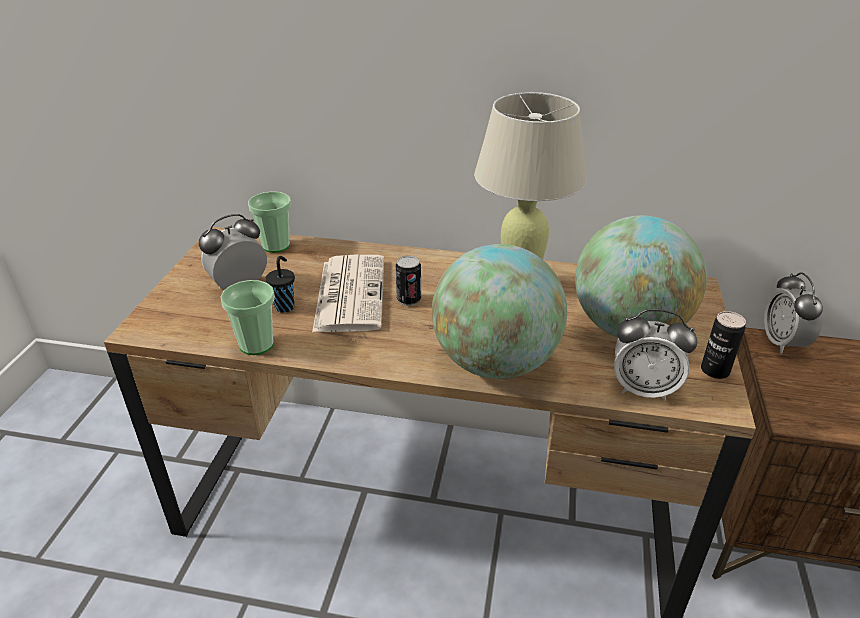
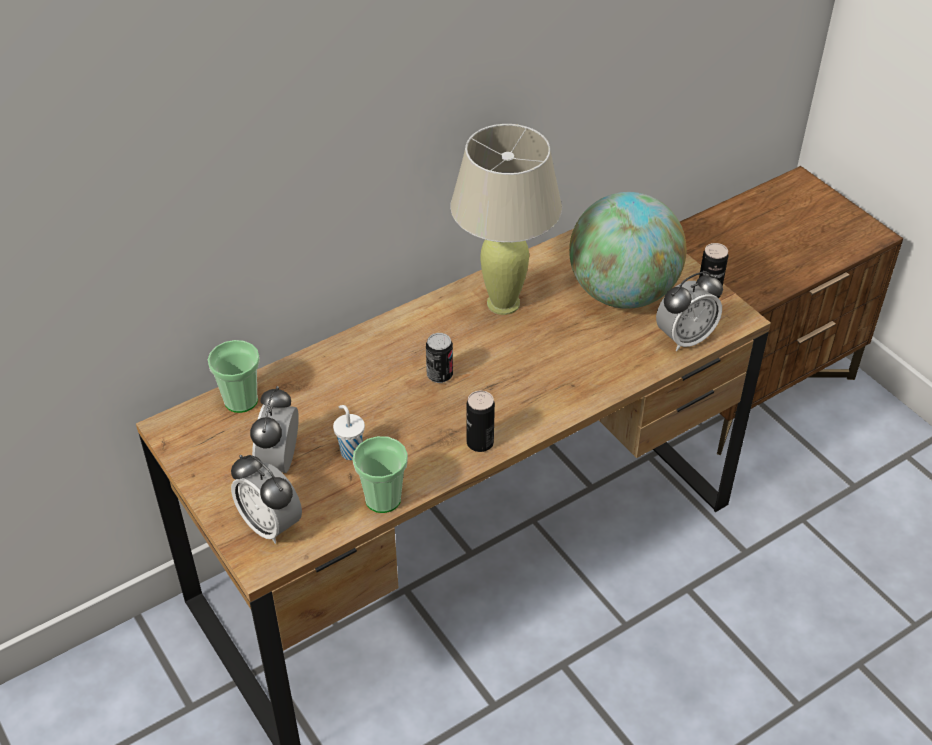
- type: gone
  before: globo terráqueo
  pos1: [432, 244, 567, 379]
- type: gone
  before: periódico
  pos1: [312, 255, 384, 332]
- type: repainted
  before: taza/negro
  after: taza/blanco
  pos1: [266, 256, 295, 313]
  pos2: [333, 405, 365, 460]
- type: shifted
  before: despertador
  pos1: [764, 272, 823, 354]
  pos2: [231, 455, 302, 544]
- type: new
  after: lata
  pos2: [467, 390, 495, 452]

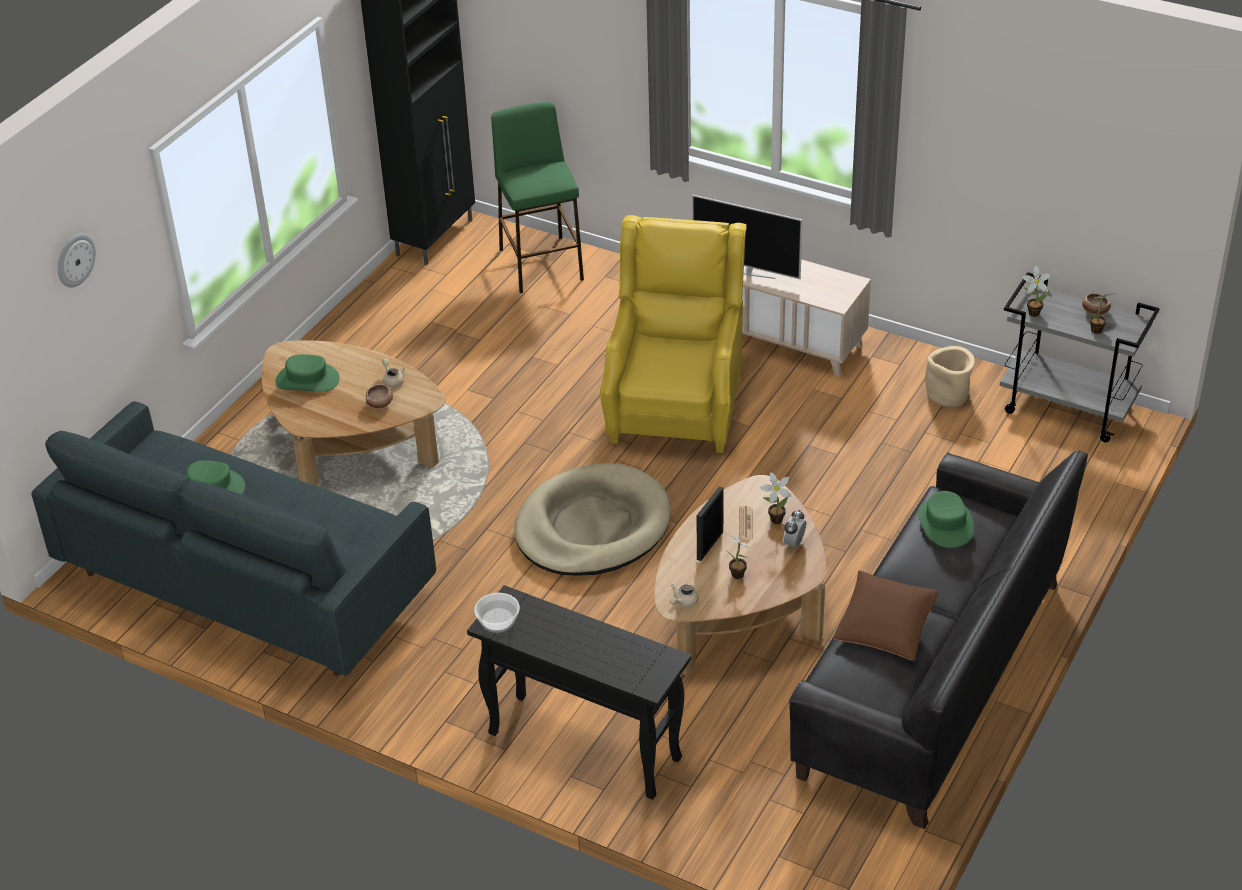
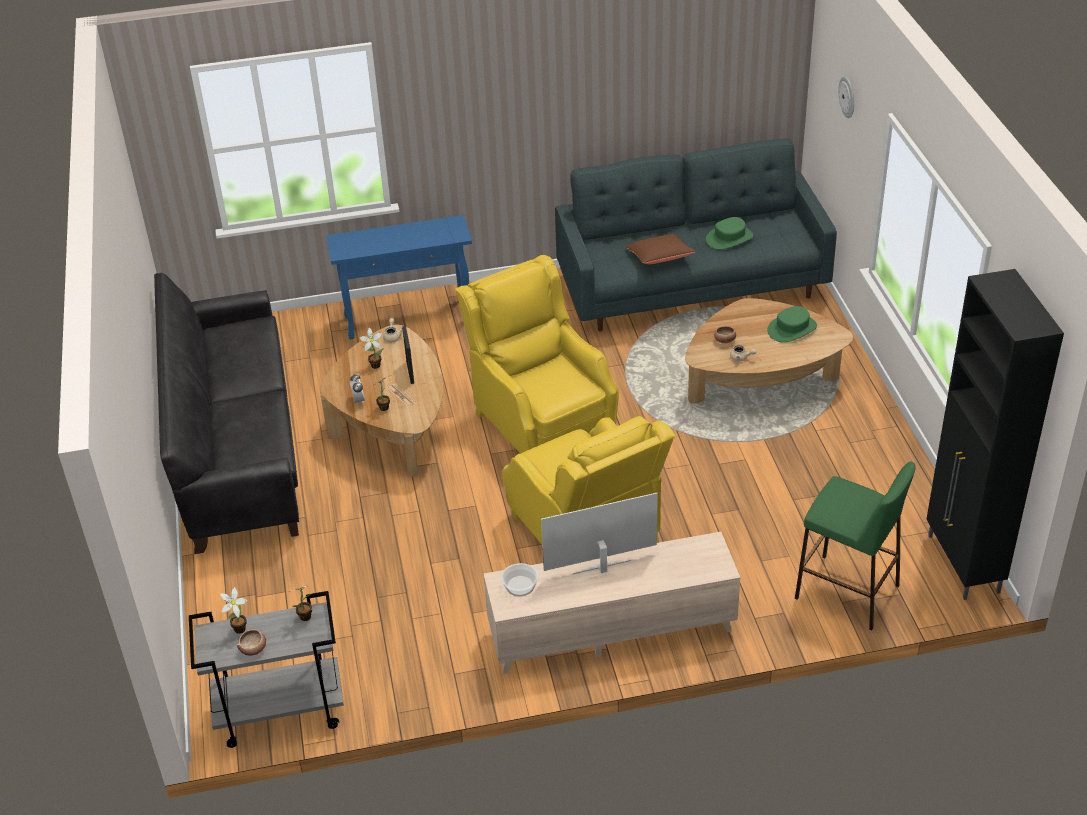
- type: gone
  before: maceta/beis
  pos1: [925, 346, 975, 407]
- type: swapped
  before: cama para perro/beis
  after: sillón/amarillo
  pos1: [514, 463, 671, 576]
  pos2: [455, 255, 619, 454]
- type: gone
  before: sombrero/verde
  pos1: [918, 491, 974, 548]
- type: shifted
  before: cojín/marrón
  pos1: [833, 571, 938, 661]
  pos2: [625, 234, 696, 264]
- type: repainted
  before: mesa consola/negro
  after: mesa consola/azul
  pos1: [467, 585, 691, 800]
  pos2: [326, 215, 472, 339]
- type: shifted
  before: cuenco
  pos1: [474, 593, 520, 633]
  pos2: [501, 563, 538, 597]

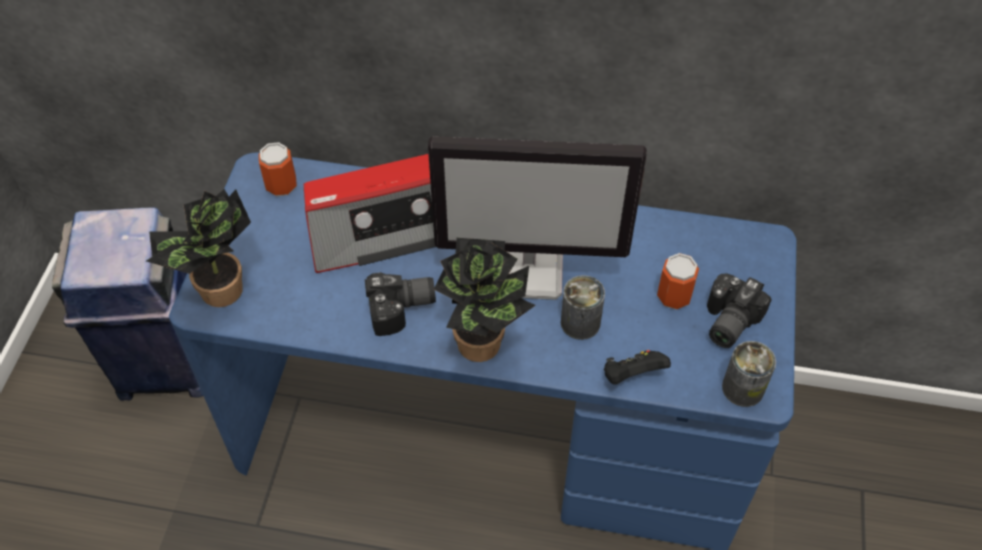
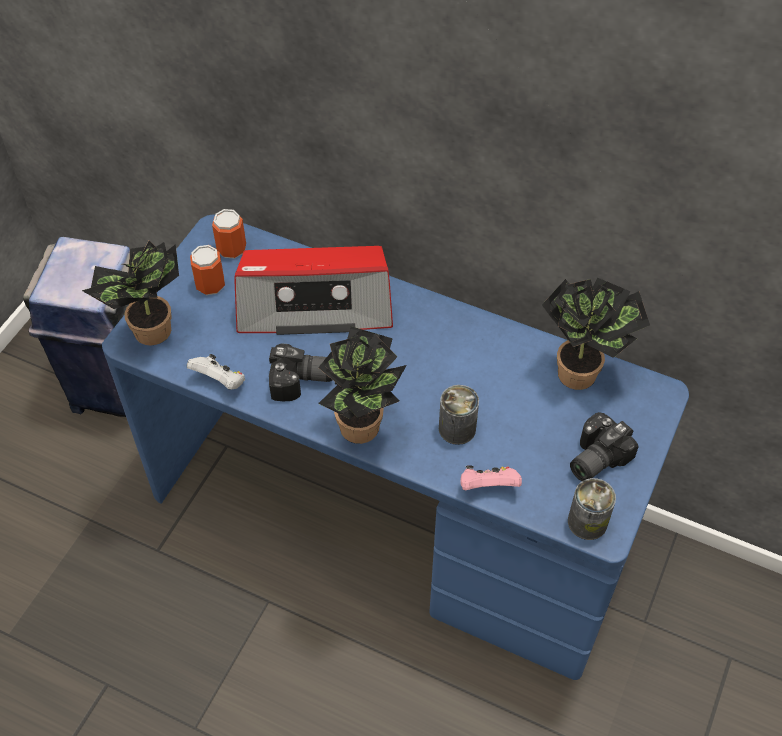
- type: gone
  before: monitor
  pos1: [428, 136, 647, 300]
- type: shifted
  before: lata
  pos1: [657, 253, 699, 310]
  pos2: [190, 245, 225, 295]
- type: repainted
  before: mando de consola/negro
  after: mando de consola/rosa
  pos1: [604, 350, 671, 385]
  pos2: [460, 465, 522, 490]
- type: new
  after: planta en maceta
  pos2: [542, 278, 650, 390]
- type: new
  after: mando de consola/blanco
  pos2: [187, 354, 245, 390]

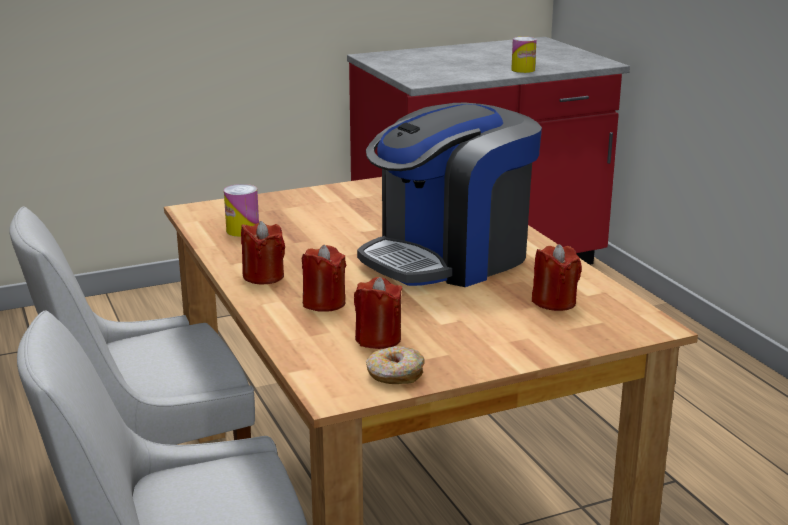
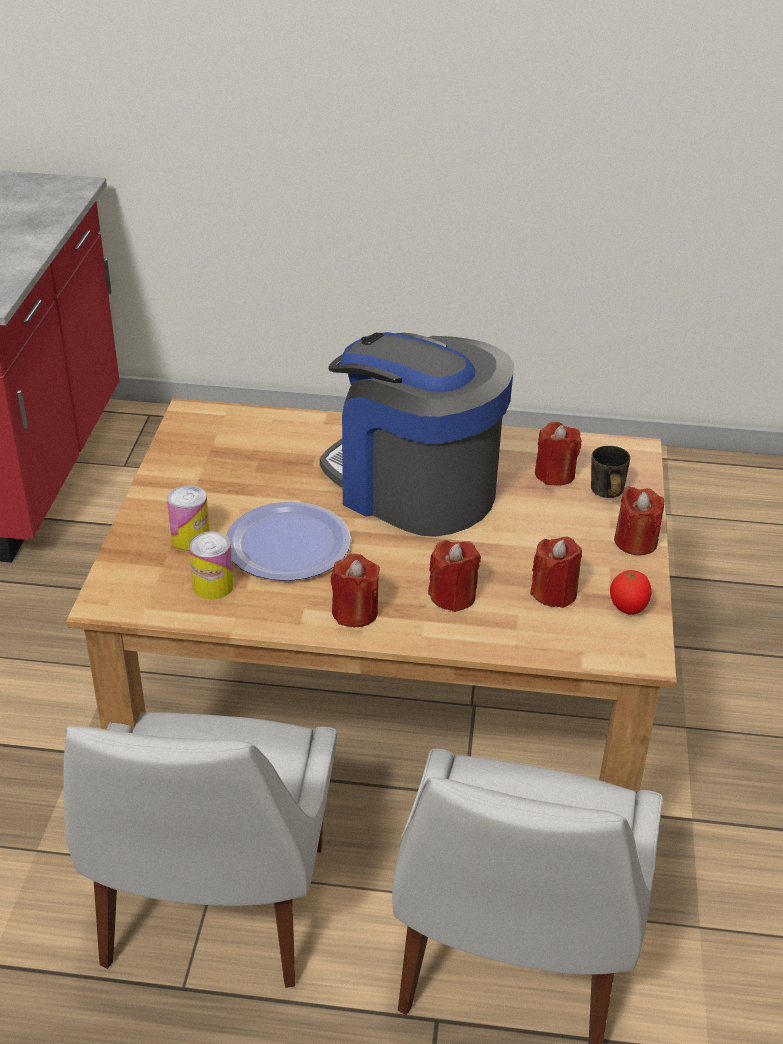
- type: shifted
  before: lata
  pos1: [511, 37, 537, 73]
  pos2: [167, 485, 210, 550]
- type: rotated
  before: cafetera
  pos1: [357, 103, 542, 287]
  pos2: [320, 332, 514, 537]
  turn: 135
- type: swapped
  before: rosquilla
  after: tomate
  pos1: [366, 346, 425, 384]
  pos2: [610, 570, 652, 615]
- type: new
  after: taza grande/gris
  pos2: [591, 446, 630, 498]
- type: new
  after: vela/rojo
  pos2: [614, 487, 664, 556]
- type: new
  after: plato
  pos2: [226, 502, 351, 581]

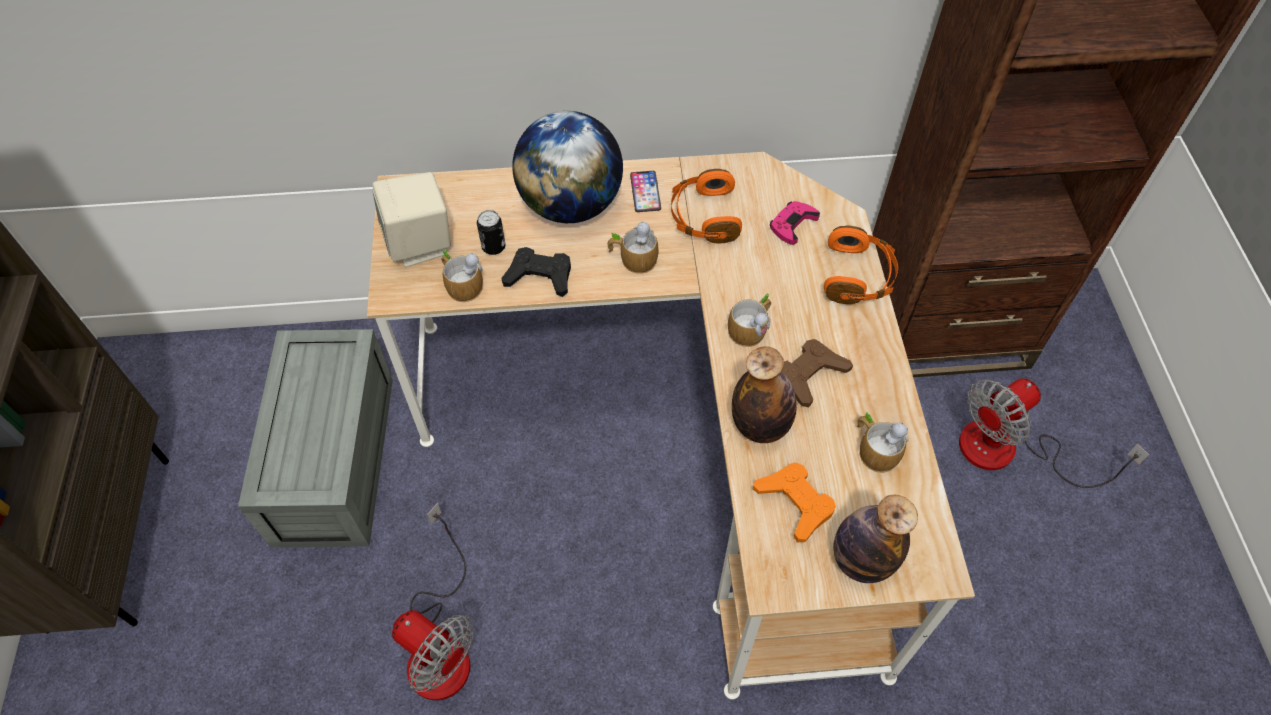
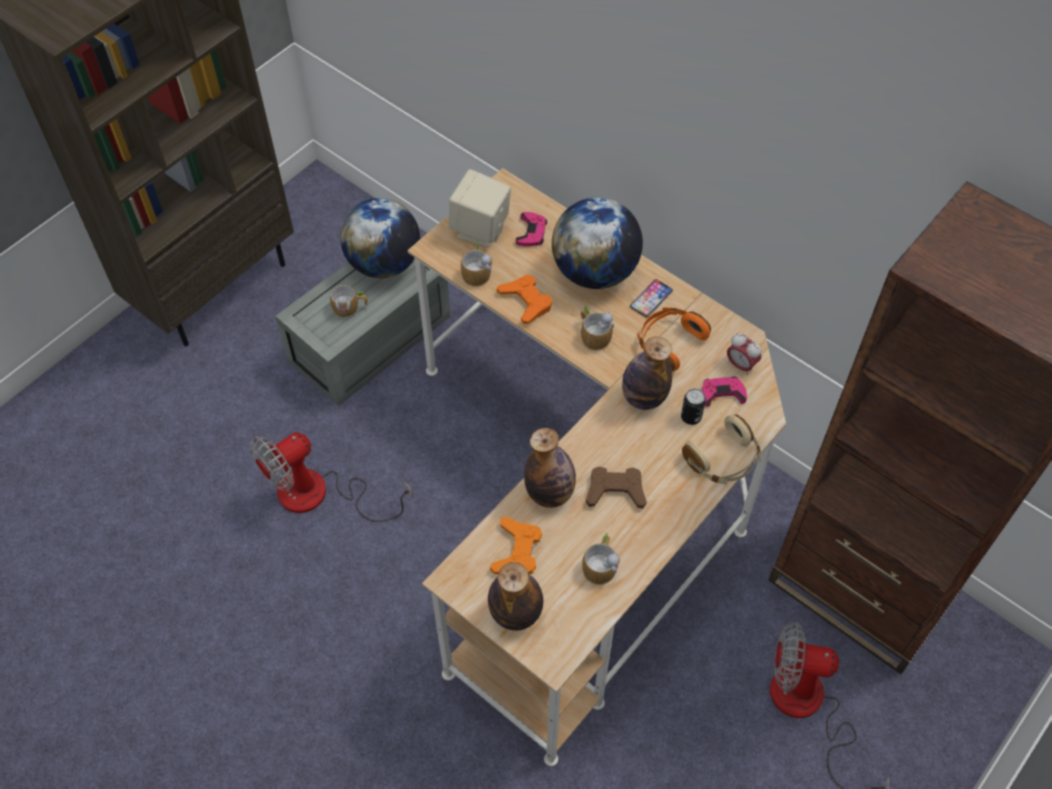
- type: shifted
  before: lata
  pos1: [477, 210, 505, 255]
  pos2: [681, 388, 706, 425]
- type: repainted
  before: auriculares/naranja
  after: auriculares/beis
  pos1: [824, 225, 898, 304]
  pos2: [682, 414, 761, 485]
- type: repainted
  before: mando de consola/negro
  after: mando de consola/naranja
  pos1: [501, 247, 571, 297]
  pos2: [497, 275, 552, 324]
- type: shifted
  before: taza grande
  pos1: [728, 293, 771, 347]
  pos2: [330, 285, 368, 317]
- type: rotated
  before: ventilador
  pos1: [392, 503, 474, 701]
  pos2: [250, 432, 413, 522]
  turn: 60
- type: new
  after: globo terráqueo
  pos2: [340, 198, 420, 278]
- type: new
  after: mando de consola/rosa
  pos2: [516, 212, 547, 247]
- type: new
  after: despertador
  pos2: [727, 333, 761, 375]
- type: new
  after: botella
  pos2: [622, 336, 672, 410]

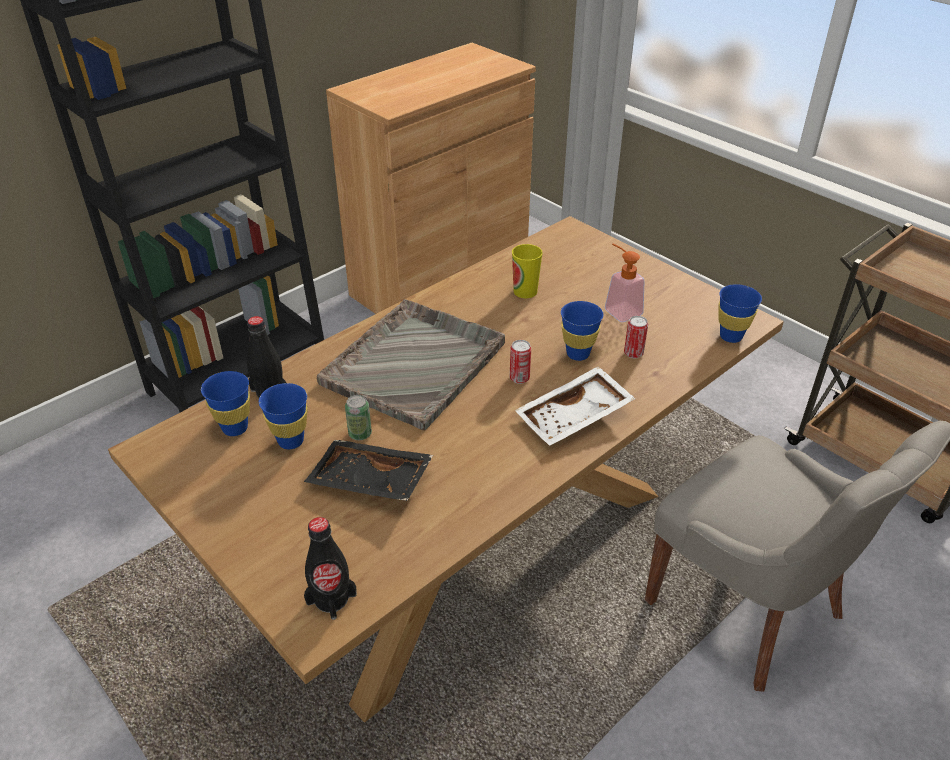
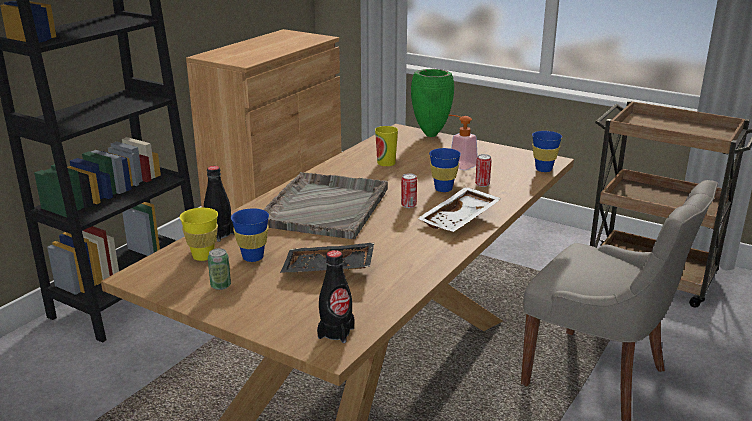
- type: repainted
  before: taza/azul
  after: taza/amarillo
  pos1: [201, 371, 250, 436]
  pos2: [180, 208, 218, 261]
- type: shifted
  before: lata
  pos1: [345, 395, 372, 440]
  pos2: [208, 248, 231, 290]
- type: new
  after: florero/verde
  pos2: [411, 69, 454, 137]

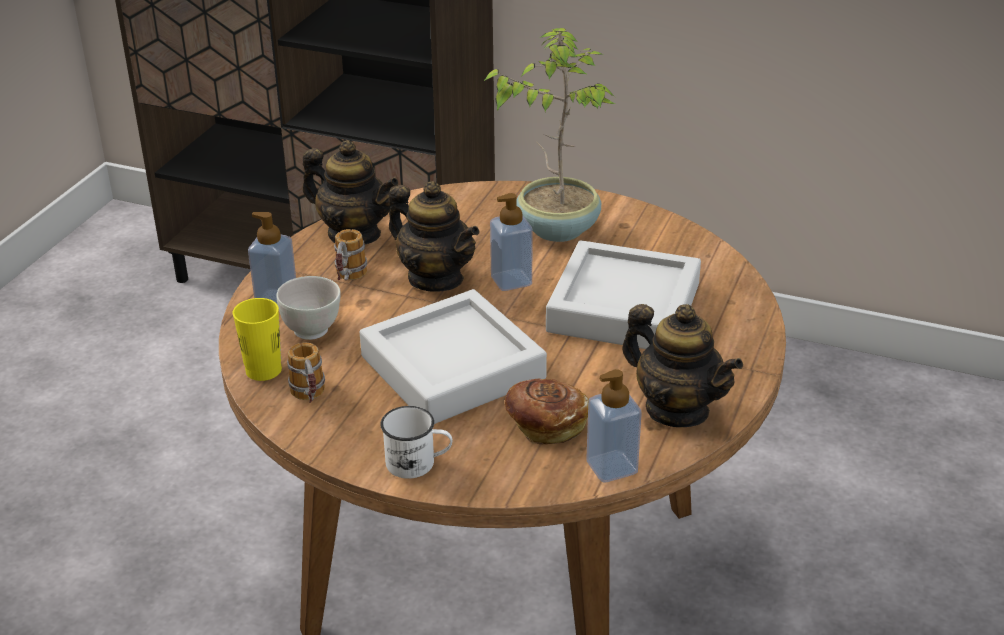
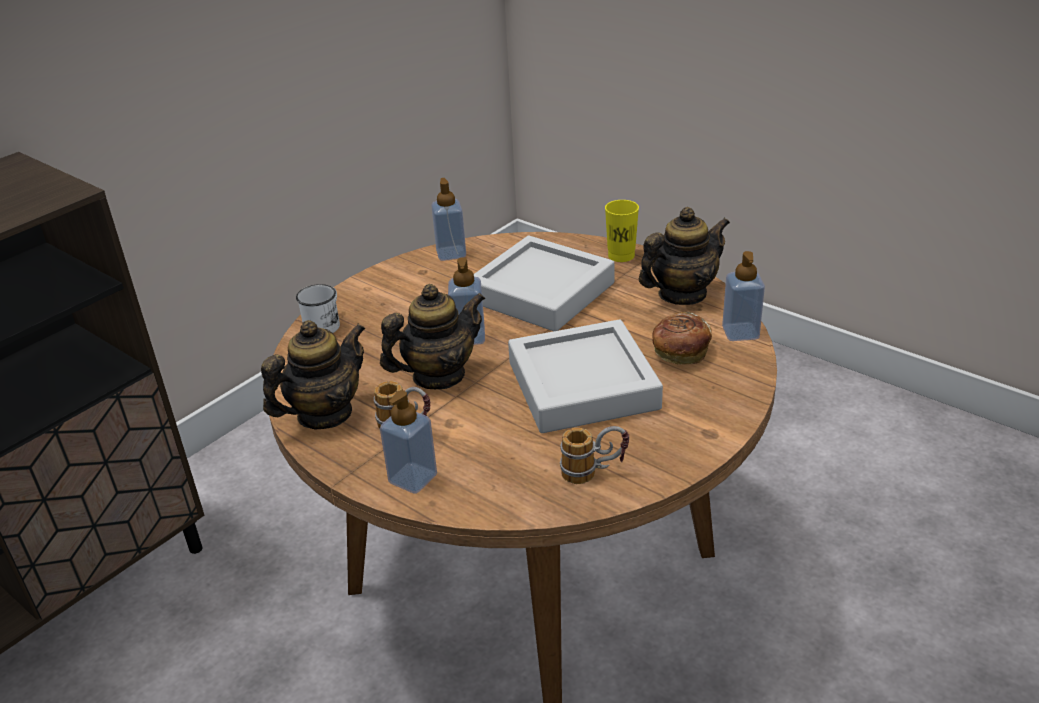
- type: gone
  before: planta en maceta
  pos1: [483, 28, 615, 242]
- type: gone
  before: cuenco/blanco
  pos1: [277, 276, 341, 340]
- type: shifted
  before: taza/amarillo
  pos1: [232, 298, 282, 381]
  pos2: [605, 200, 639, 262]
- type: shifted
  before: taza grande/blanco
  pos1: [380, 406, 453, 479]
  pos2: [296, 284, 340, 333]
- type: new
  after: dispensador de jabón
  pos2: [431, 178, 466, 261]

